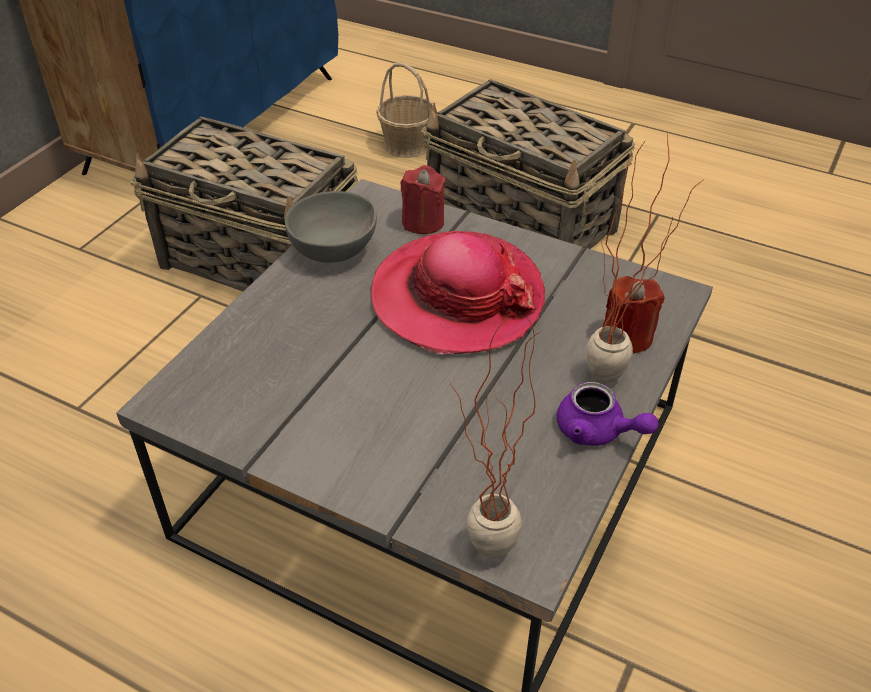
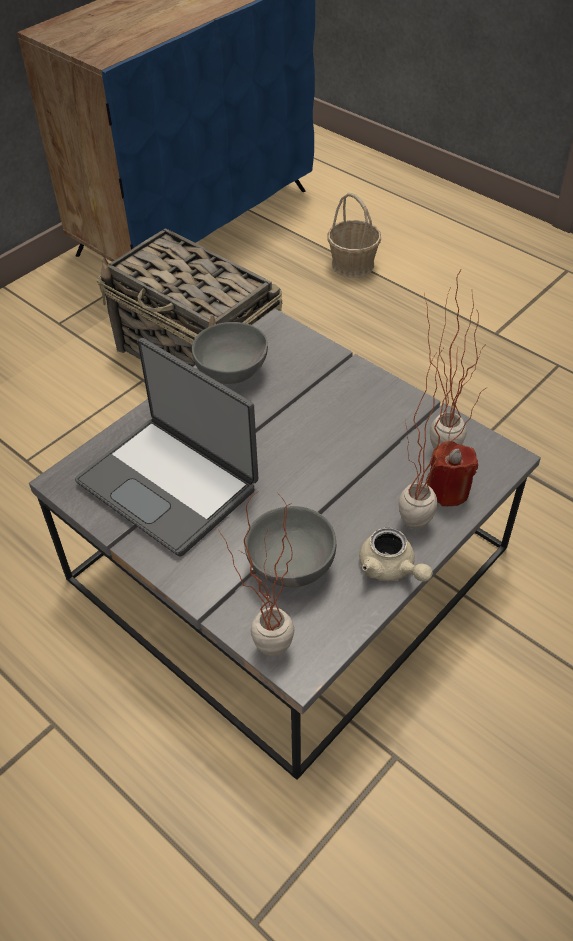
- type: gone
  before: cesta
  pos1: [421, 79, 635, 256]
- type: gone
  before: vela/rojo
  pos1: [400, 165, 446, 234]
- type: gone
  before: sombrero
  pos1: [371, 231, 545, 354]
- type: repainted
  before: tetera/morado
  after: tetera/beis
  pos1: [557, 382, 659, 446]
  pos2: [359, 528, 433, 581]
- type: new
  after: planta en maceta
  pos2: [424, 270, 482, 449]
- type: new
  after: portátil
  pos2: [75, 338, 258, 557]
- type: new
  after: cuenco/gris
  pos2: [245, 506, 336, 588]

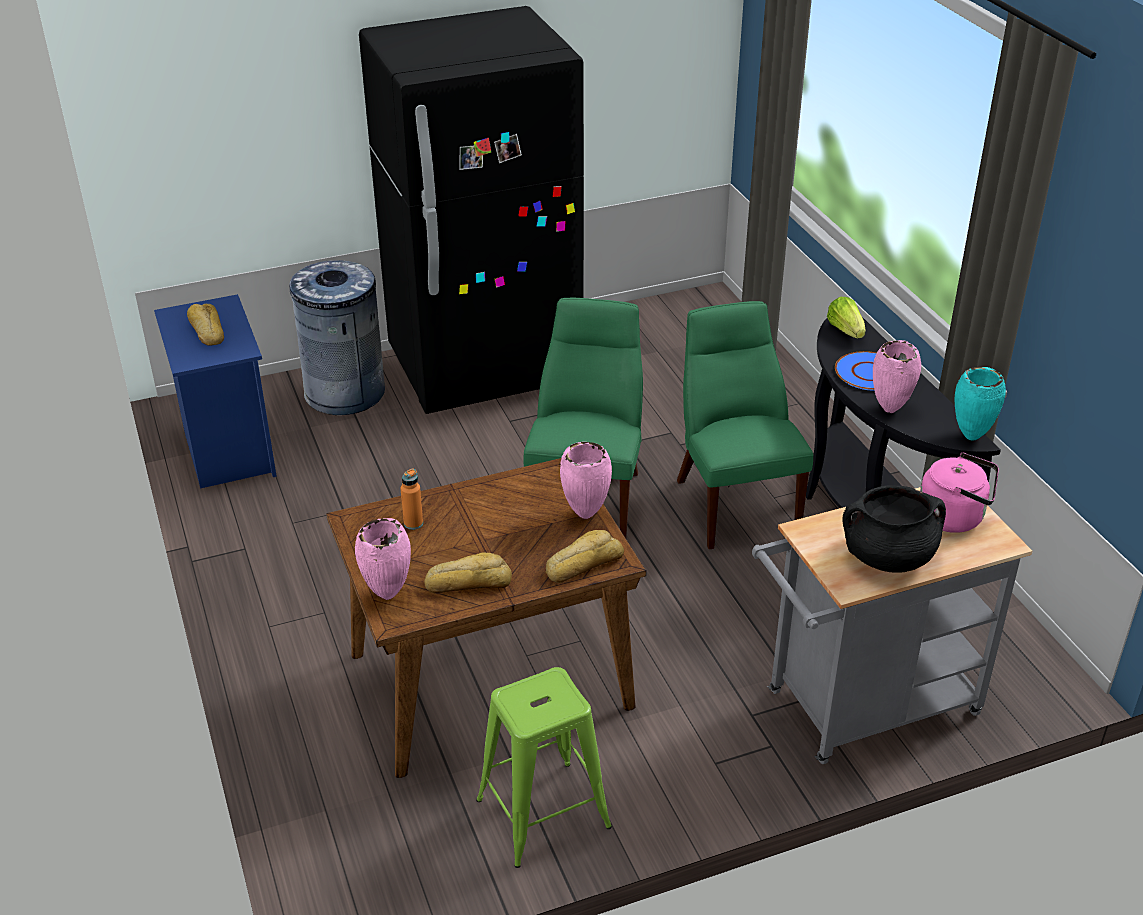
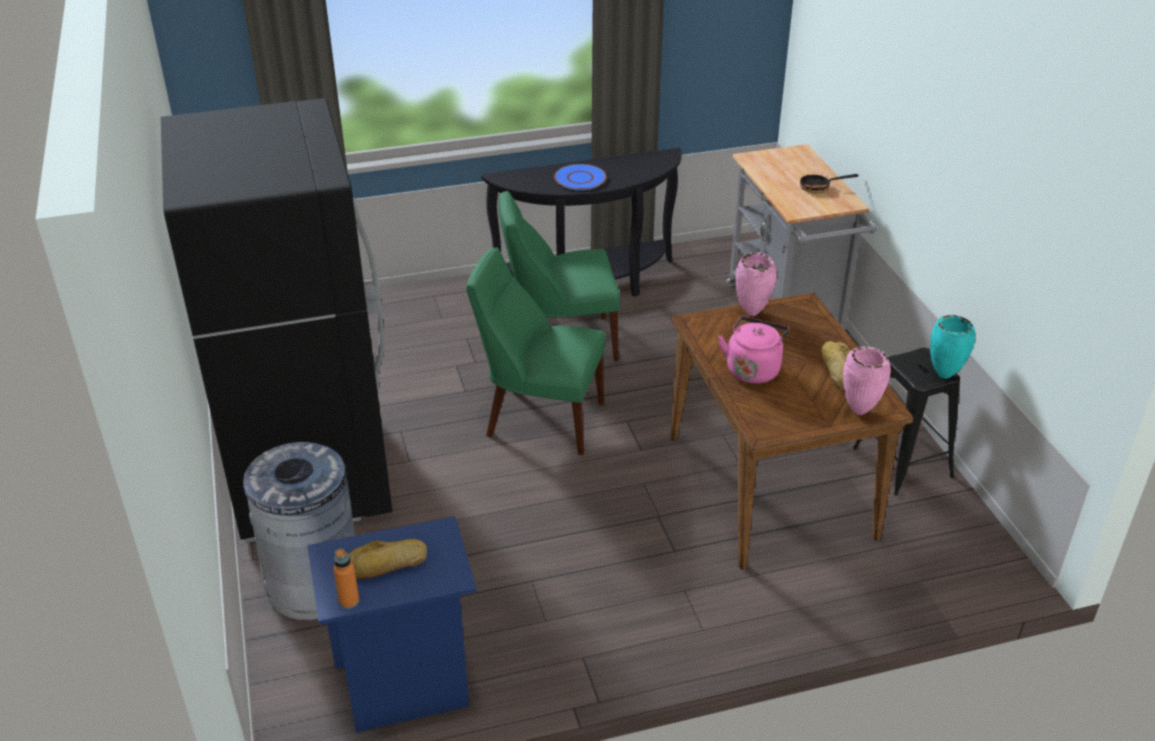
- type: gone
  before: lechuga
  pos1: [827, 297, 866, 338]
- type: gone
  before: florero/rosa
  pos1: [873, 340, 921, 413]
- type: shifted
  before: florero/turquesa
  pos1: [955, 367, 1006, 440]
  pos2: [930, 315, 976, 379]
- type: shifted
  before: hervidor/rosa
  pos1: [920, 453, 999, 533]
  pos2: [718, 316, 789, 384]
- type: shifted
  before: botella/naranja
  pos1: [400, 469, 423, 530]
  pos2: [334, 549, 359, 609]
- type: swapped
  before: olla/negro
  after: sartén
  pos1: [842, 486, 946, 573]
  pos2: [800, 168, 859, 193]
- type: gone
  before: pan
  pos1: [546, 530, 624, 583]
- type: repainted
  before: taburete/verde
  after: taburete/negro
  pos1: [476, 667, 612, 868]
  pos2: [853, 348, 960, 496]

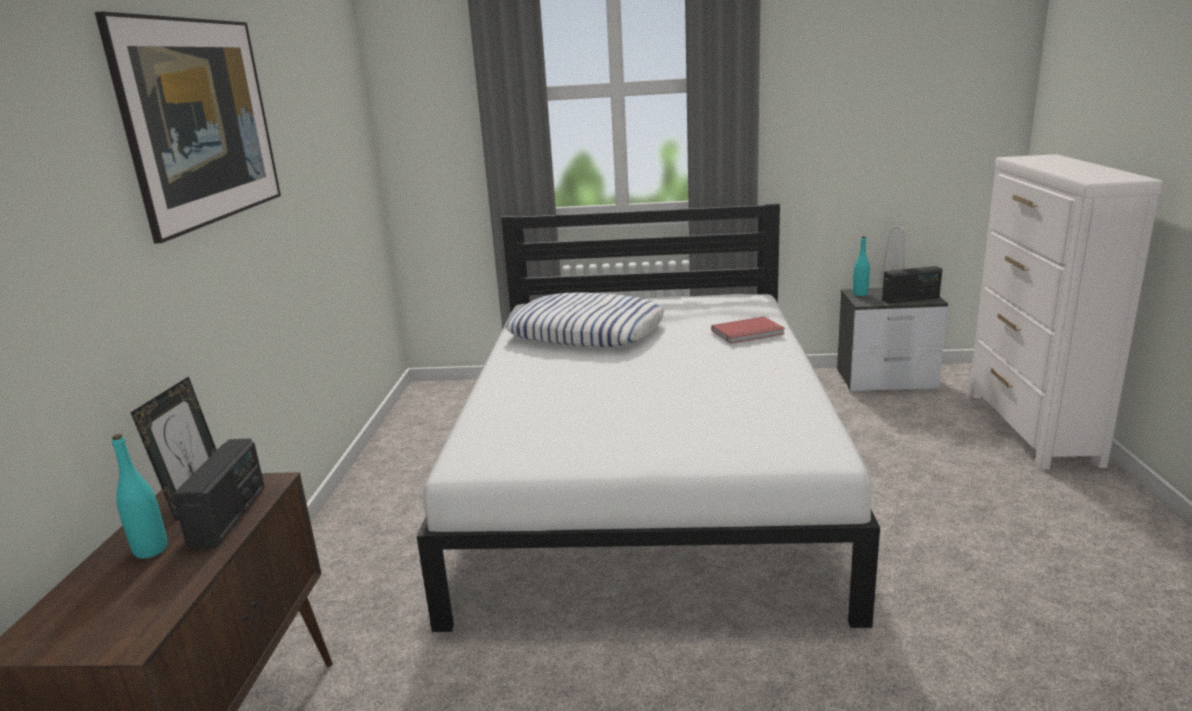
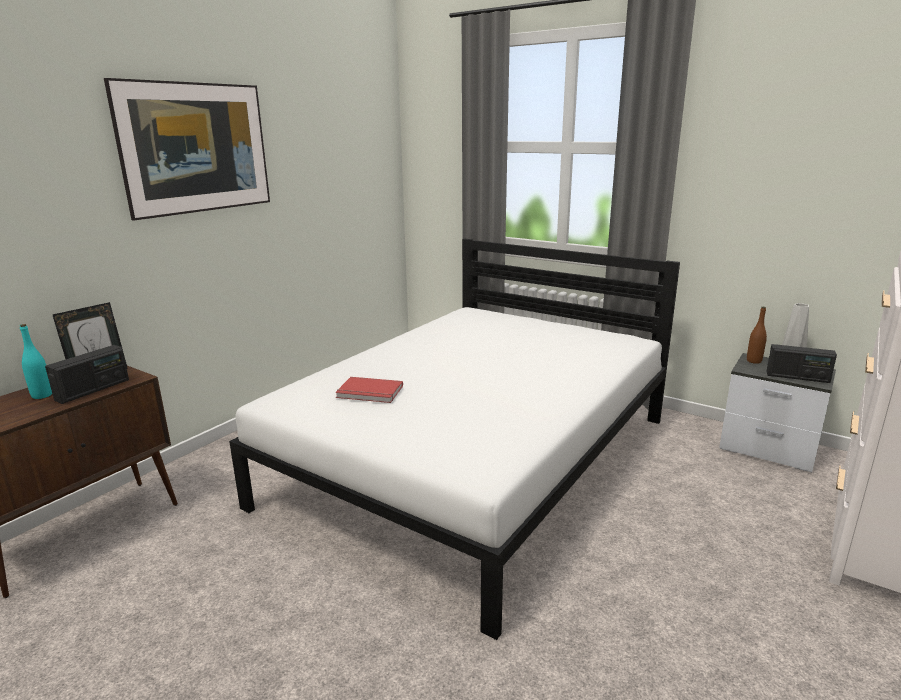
- type: repainted
  before: botella/turquesa
  after: botella/marrón
  pos1: [853, 236, 870, 296]
  pos2: [747, 307, 767, 364]
- type: gone
  before: cojín
  pos1: [506, 293, 664, 347]
- type: shifted
  before: libro/rojo
  pos1: [711, 317, 785, 344]
  pos2: [335, 377, 403, 403]

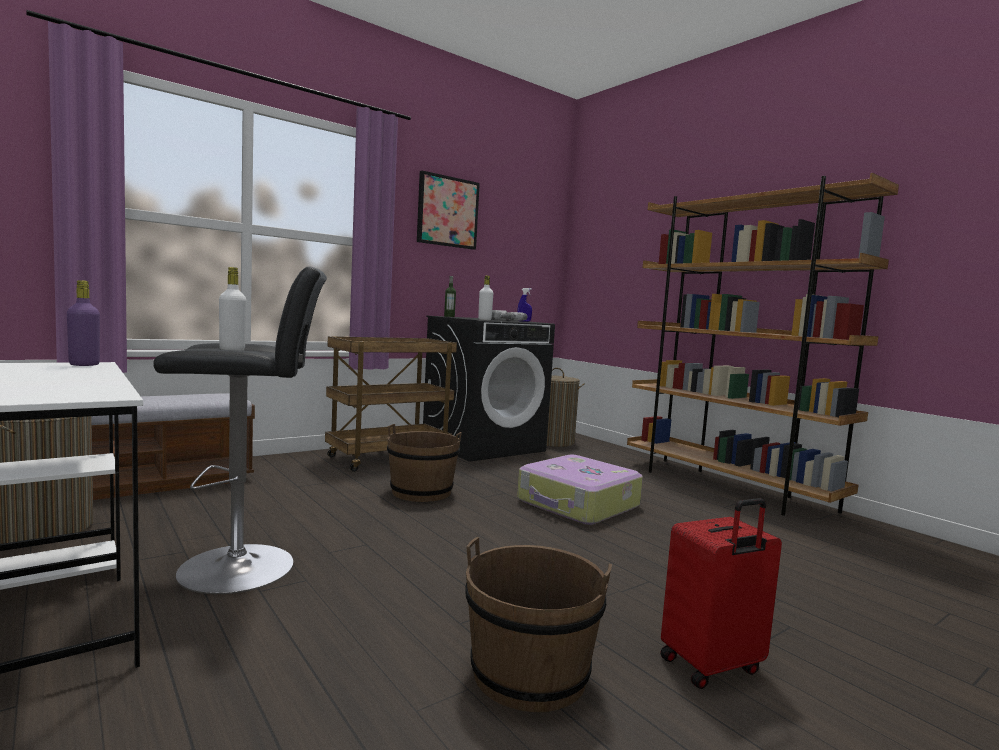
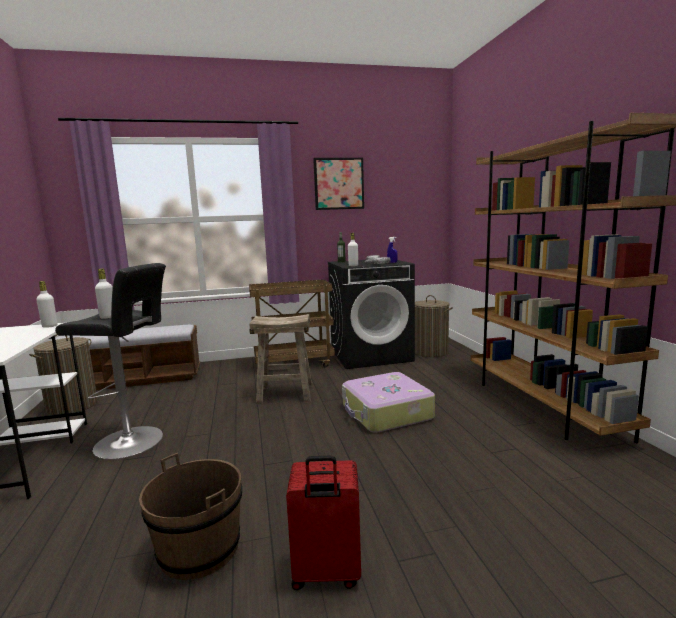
- type: repainted
  before: botella/morado
  after: botella/blanco
  pos1: [67, 280, 100, 366]
  pos2: [36, 281, 57, 328]
- type: swapped
  before: cubo/marrón
  after: taburete/beis
  pos1: [387, 424, 462, 502]
  pos2: [249, 314, 312, 404]

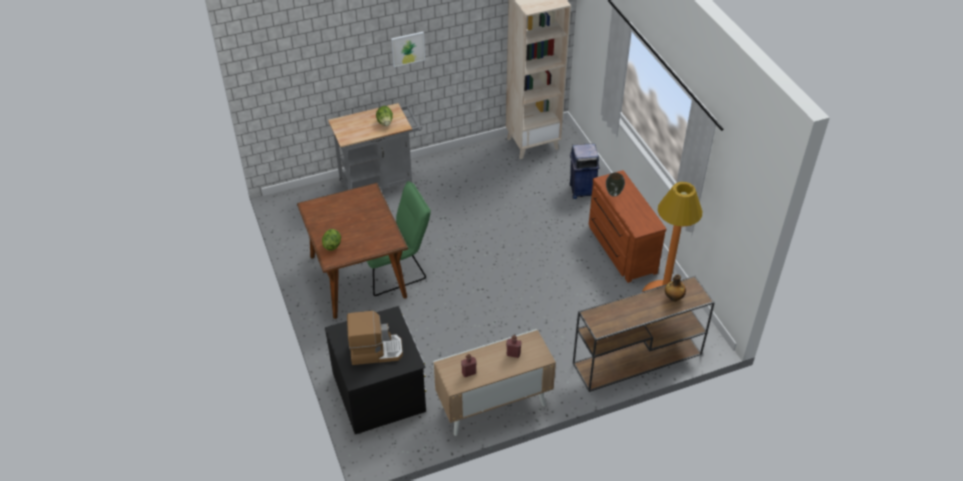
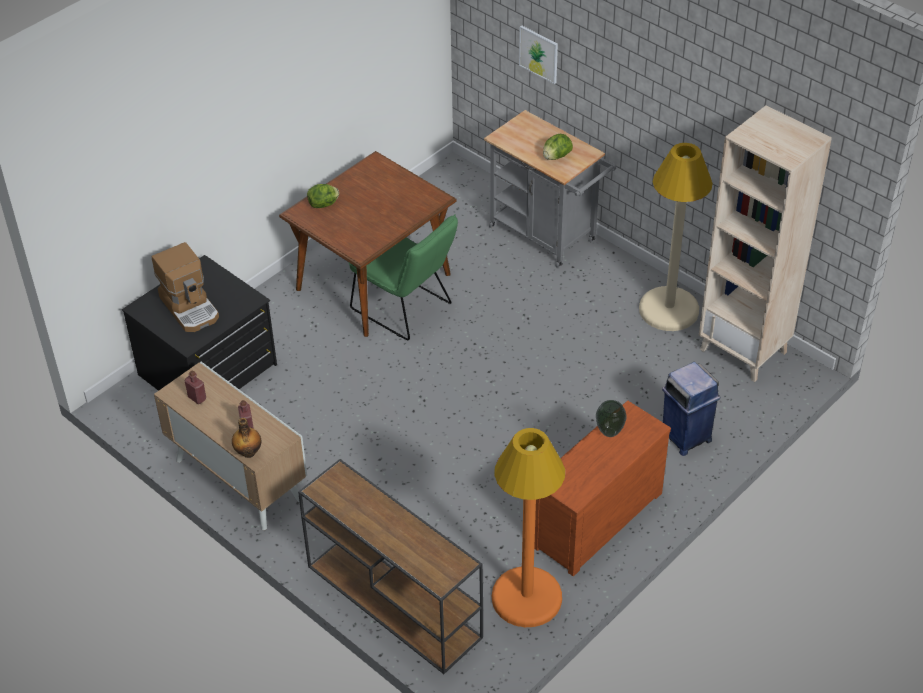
- type: shifted
  before: cuadro
  pos1: [391, 32, 425, 67]
  pos2: [519, 25, 558, 84]
- type: shifted
  before: botella
  pos1: [665, 274, 686, 302]
  pos2: [232, 418, 261, 458]
- type: new
  after: lámpara de pie/beis
  pos2: [639, 143, 713, 331]

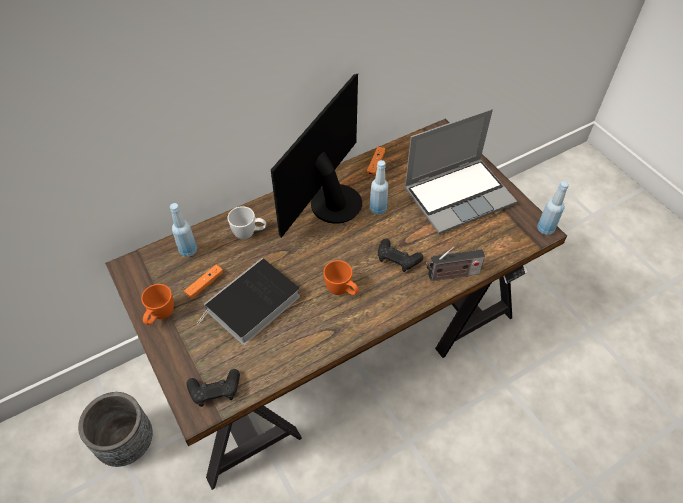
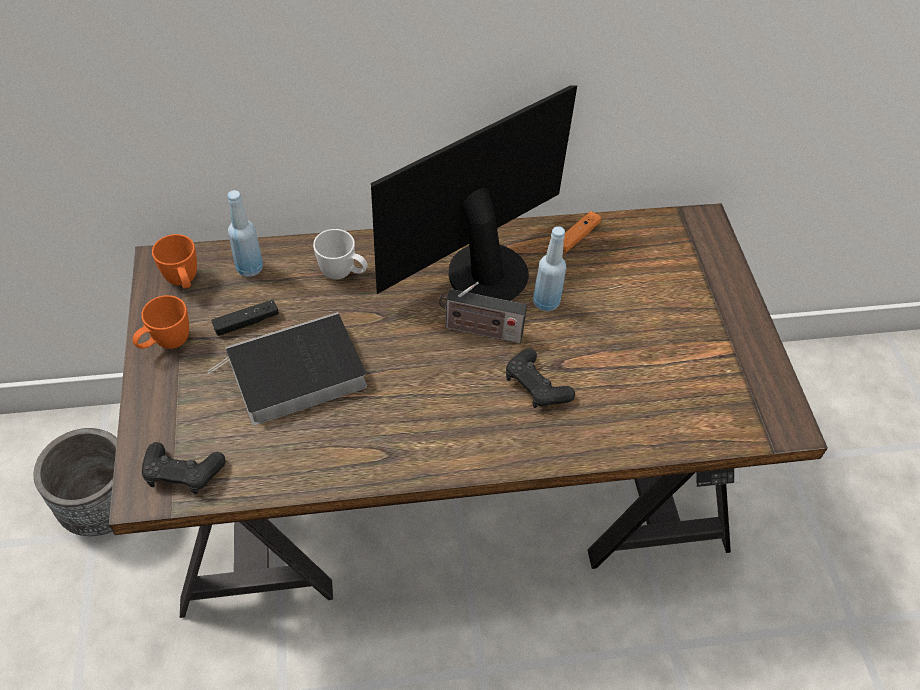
- type: gone
  before: portátil
  pos1: [404, 109, 517, 234]
- type: gone
  before: botella/azul
  pos1: [537, 181, 569, 235]
- type: shifted
  before: radio
  pos1: [426, 246, 485, 281]
  pos2: [439, 282, 527, 343]
- type: shifted
  before: taza grande/naranja
  pos1: [323, 260, 359, 295]
  pos2: [152, 234, 197, 289]
- type: repainted
  before: mando de consola/naranja
  after: mando de consola/negro
  pos1: [184, 265, 224, 299]
  pos2: [212, 300, 279, 336]

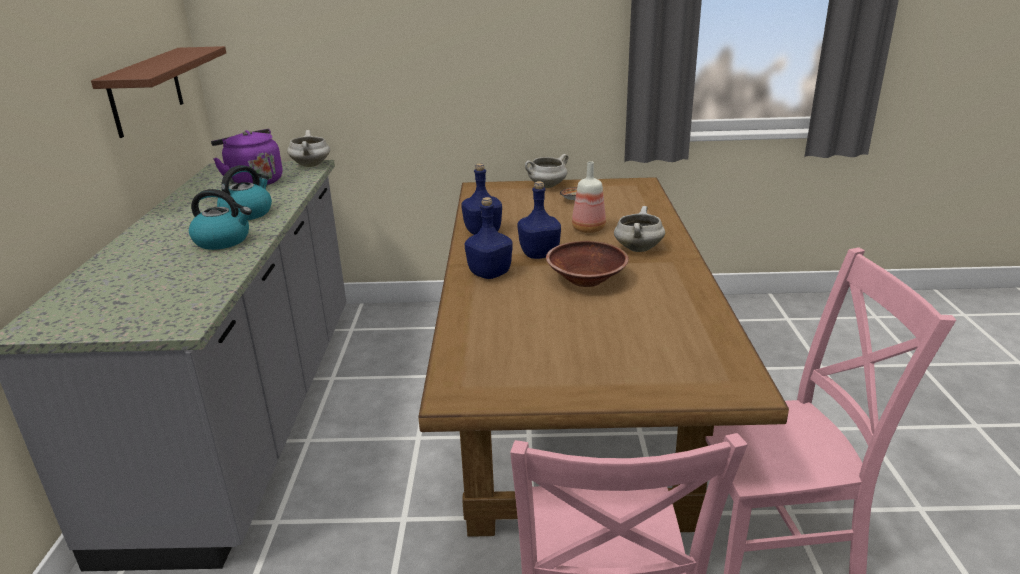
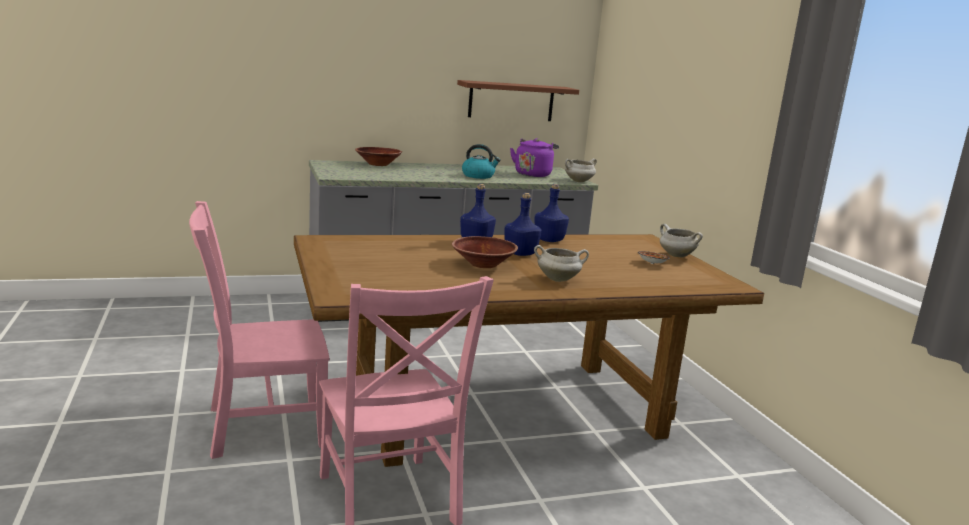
- type: gone
  before: botella
  pos1: [572, 161, 606, 233]
- type: gone
  before: hervidor
  pos1: [189, 189, 252, 250]
- type: new
  after: cuenco/marrón
  pos2: [355, 147, 402, 166]

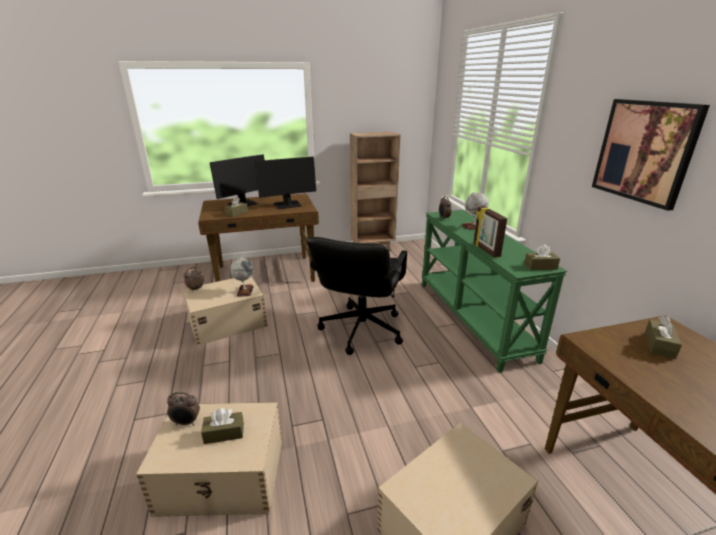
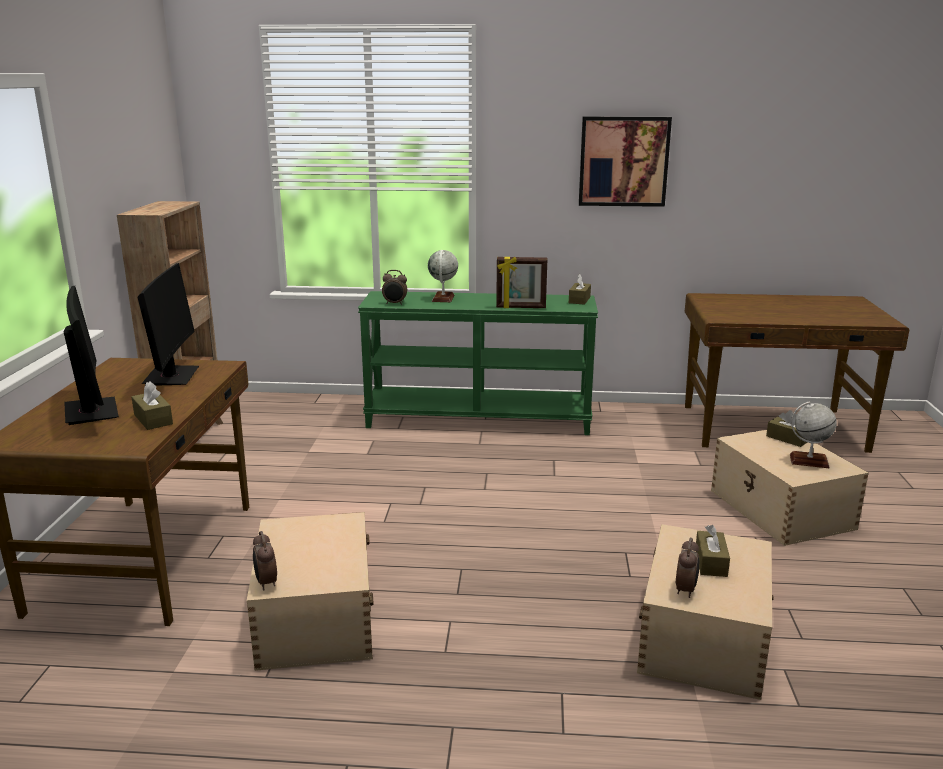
- type: gone
  before: silla de oficina/negro
  pos1: [307, 237, 407, 355]
- type: shifted
  before: globo terráqueo
  pos1: [230, 256, 254, 297]
  pos2: [790, 401, 837, 468]
- type: shifted
  before: caja de pañuelos/marrón
  pos1: [645, 316, 682, 359]
  pos2: [766, 410, 808, 447]

